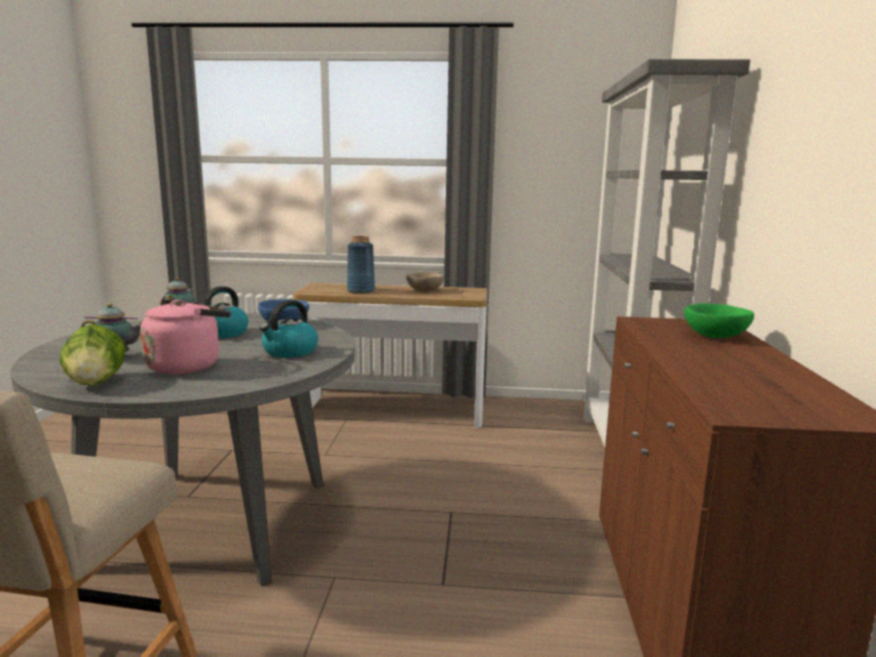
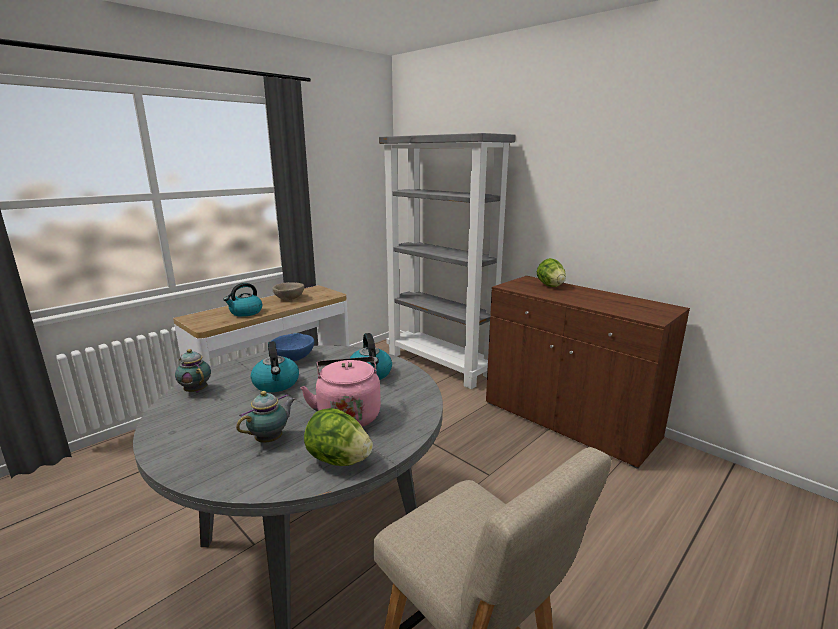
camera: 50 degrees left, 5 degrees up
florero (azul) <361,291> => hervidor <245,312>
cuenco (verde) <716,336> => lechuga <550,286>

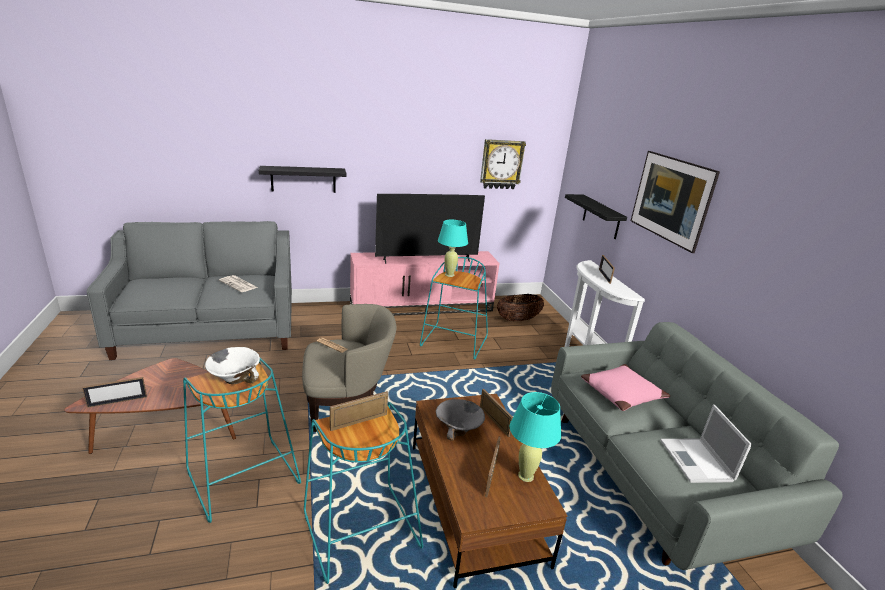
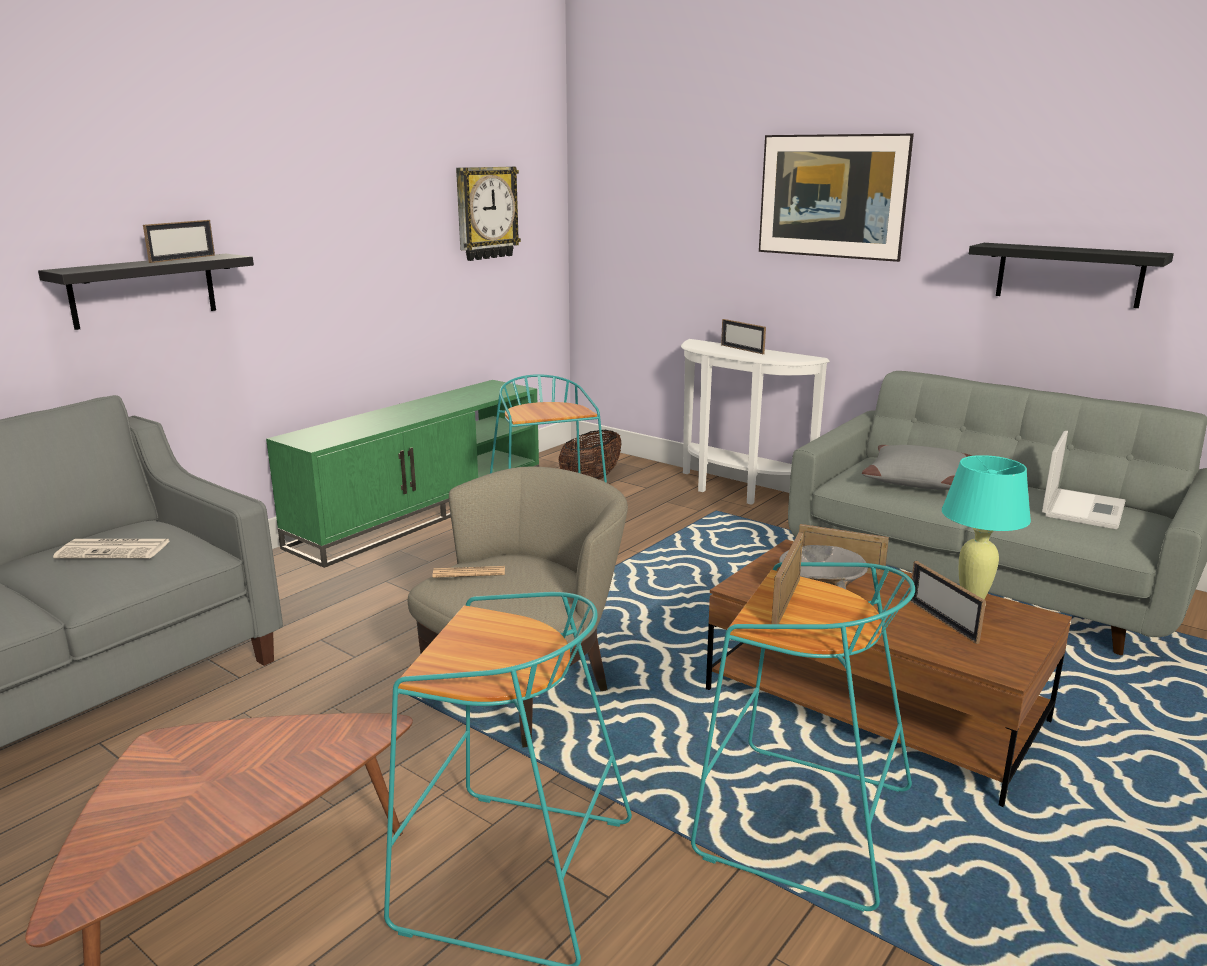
camera: 35 degrees left, 5 degrees down
portarretratos <117,401> => portarretratos <183,259>, relocated
cuenco (blanco) <235,379> => nothing
mueble de televisión (rosa) <422,306> => mueble de televisión (verde) <422,511>
televisor <427,260> => nothing
lámpara de mesa (turquesa) <449,275> => nothing
estante (negro) <601,217> => estante (negro) <1068,274>, relocated
cojín (rosa) <621,393> => cojín (gris) <915,479>
portátil <697,461> => portátil <1083,508>, 105 degrees counterclockwise

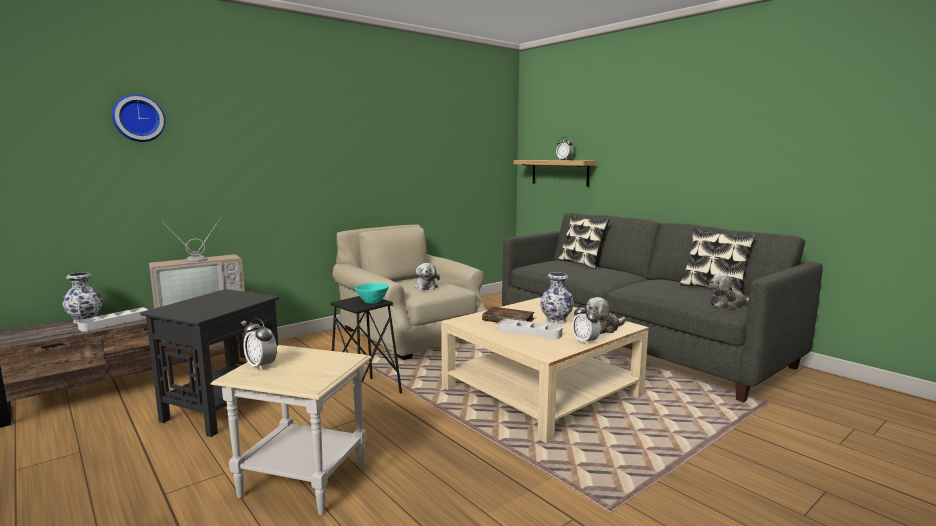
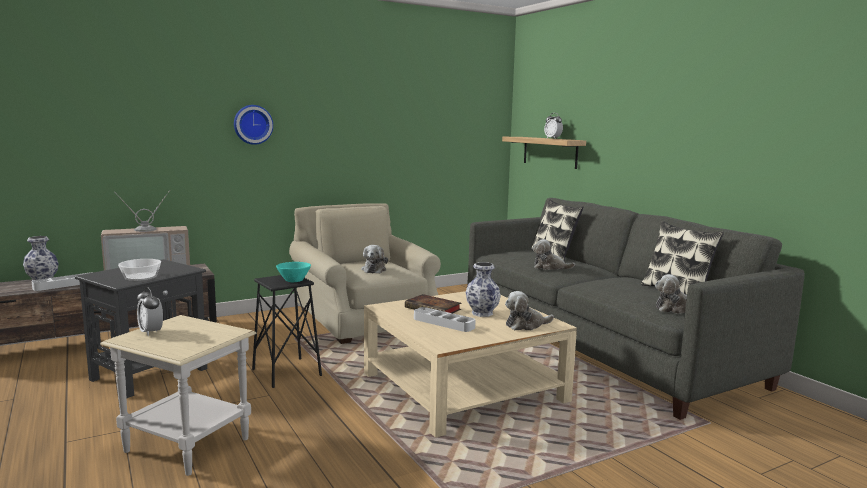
camera: 10 degrees right, 0 degrees up
reloj de pared <138,118> => reloj de pared <252,124>, relocated
despertador <585,342> => nothing
nothing => cuenco <141,276>
nothing => peluche <549,267>

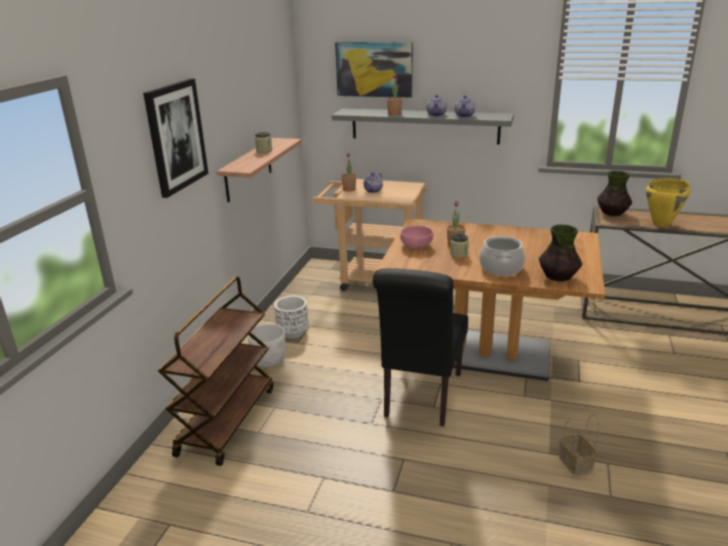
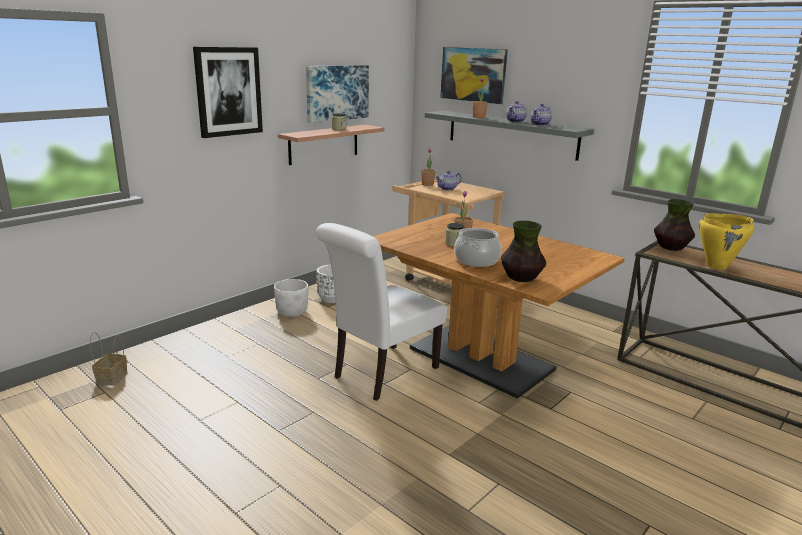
camera: 25 degrees right, 5 degrees down
carrito (marrón) <226,420> => nothing
silla (negro) <421,398> => silla (blanco) <381,374>
cuenco (rosa) <417,245> => nothing
cesta <576,463> => cesta <112,378>, relocated
nothing => cuadro <337,93>

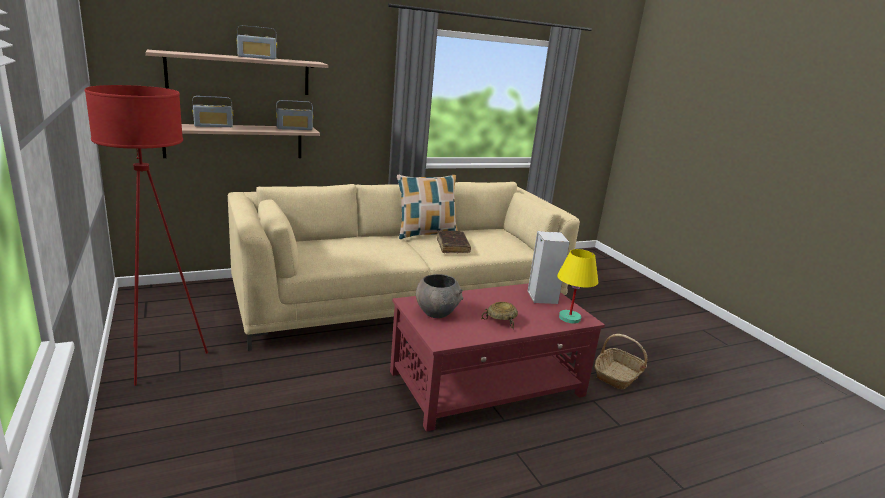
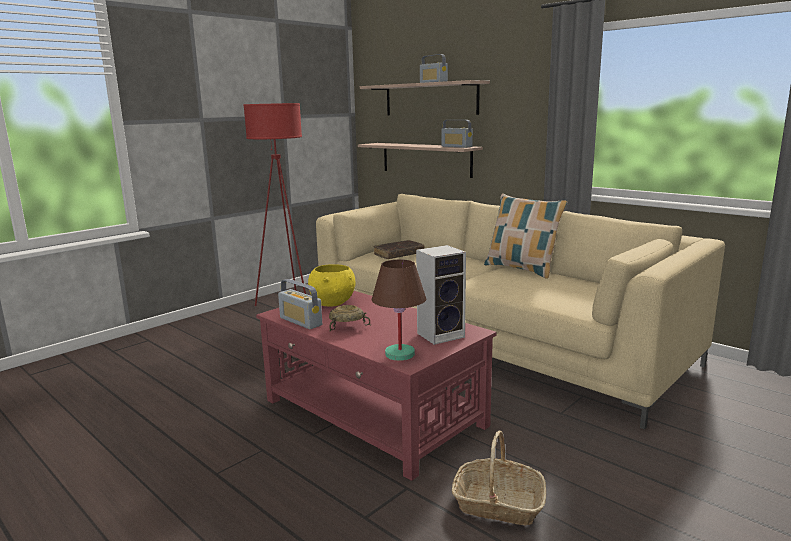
camera: 70 degrees right, 5 degrees down
radio <213,126> => radio <301,321>, relocated
cuenco (gris) <437,312> => cuenco (amarillo) <333,303>
libro (marrón) <452,246> => libro (marrón) <399,255>, relocated
lámpara de mesa (amarillo) <570,318> => lámpara de mesa (marrón) <400,354>

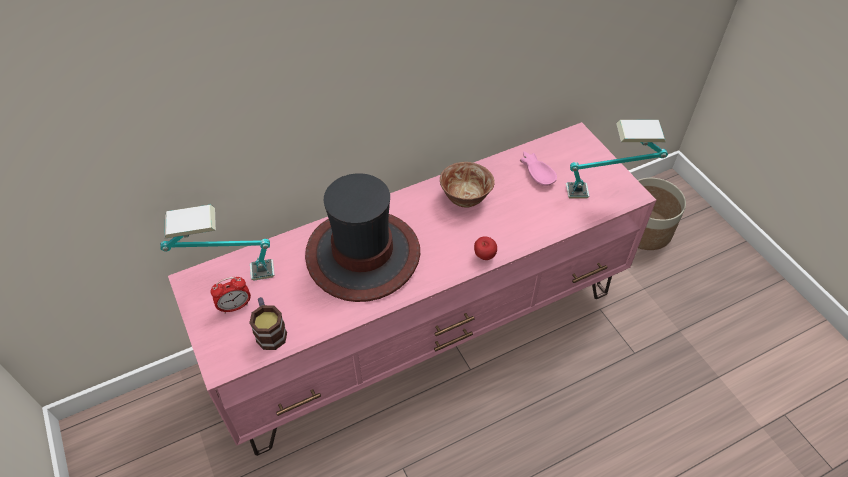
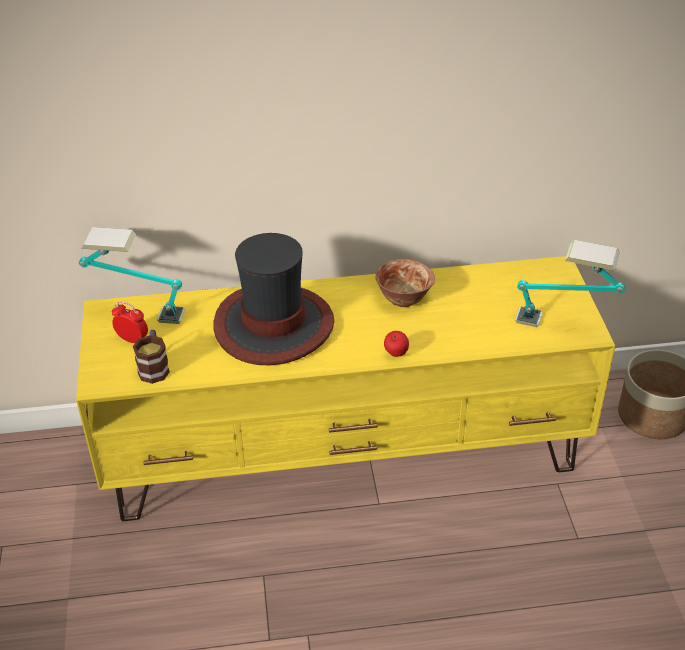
camera: 20 degrees right, 10 degrees down
mueble de televisión (rosa) <424,329> => mueble de televisión (amarillo) <346,452>
despertador <235,306> => despertador <132,339>, 150 degrees counterclockwise
cuenco (rosa) <537,171> => nothing

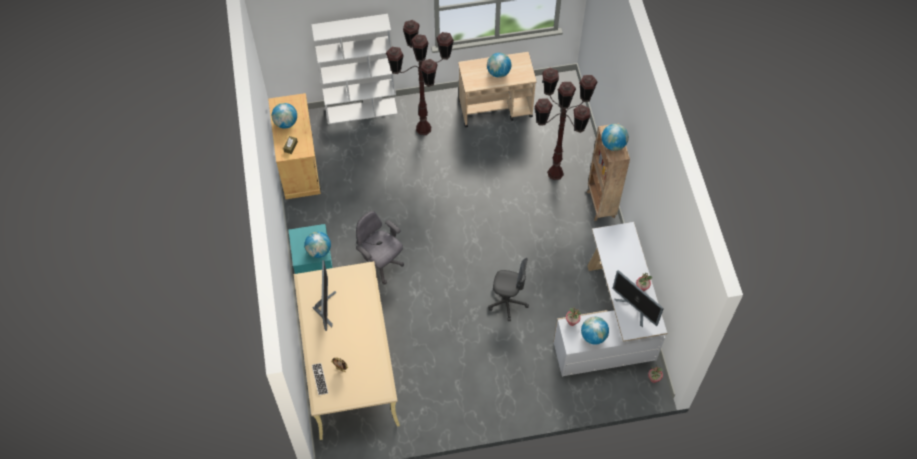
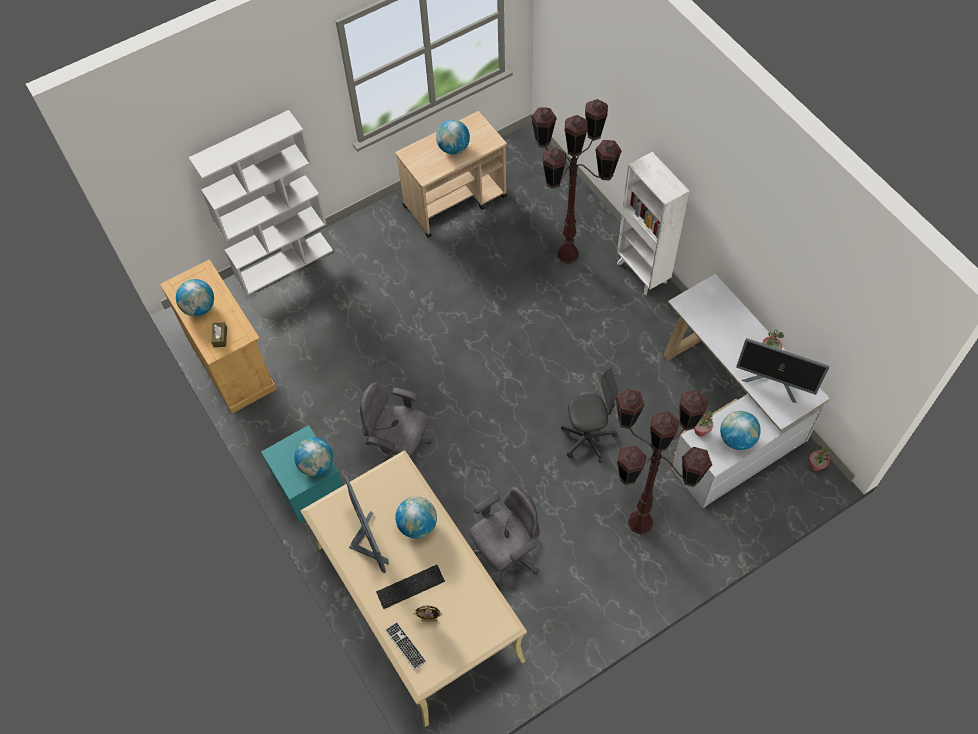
camera: 20 degrees left, 0 degrees up
lámpara de pie (marrón) <423,128> => lámpara de pie (marrón) <640,521>, relocated
estantería (marrón) <600,205> => estantería (blanco) <642,273>
globo terráqueo <613,144> => globo terráqueo <417,525>, relocated
nothing => teclado <409,586>
nothing => silla de oficina (gris) <506,555>

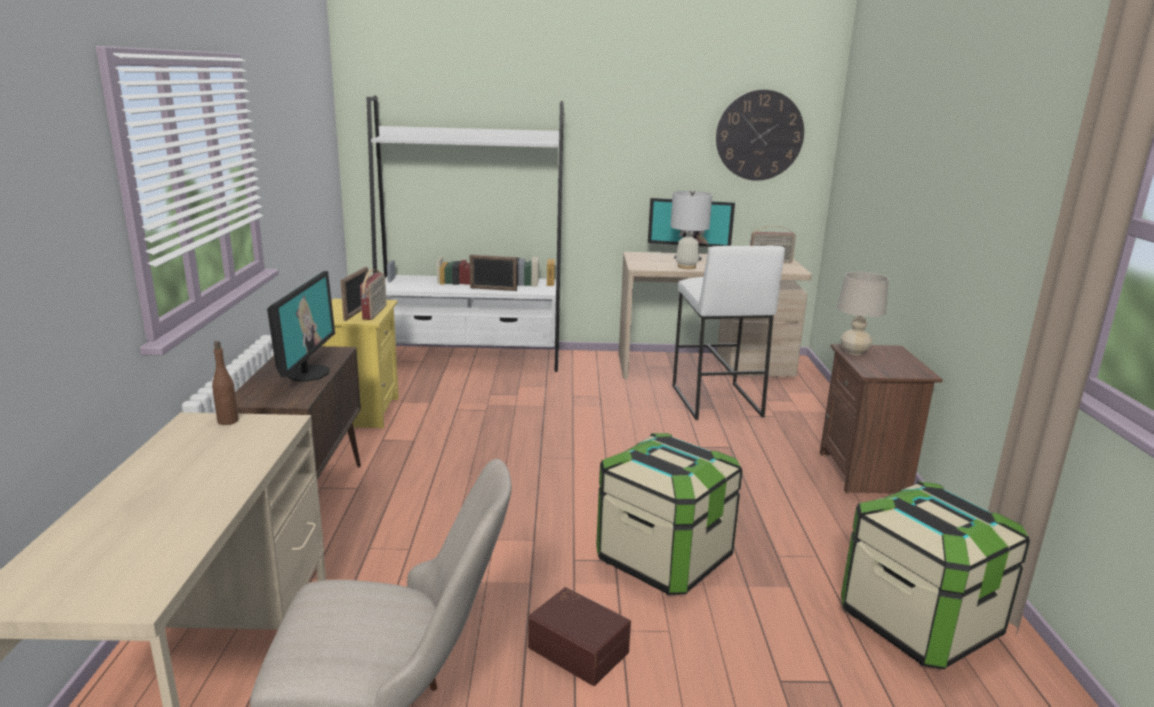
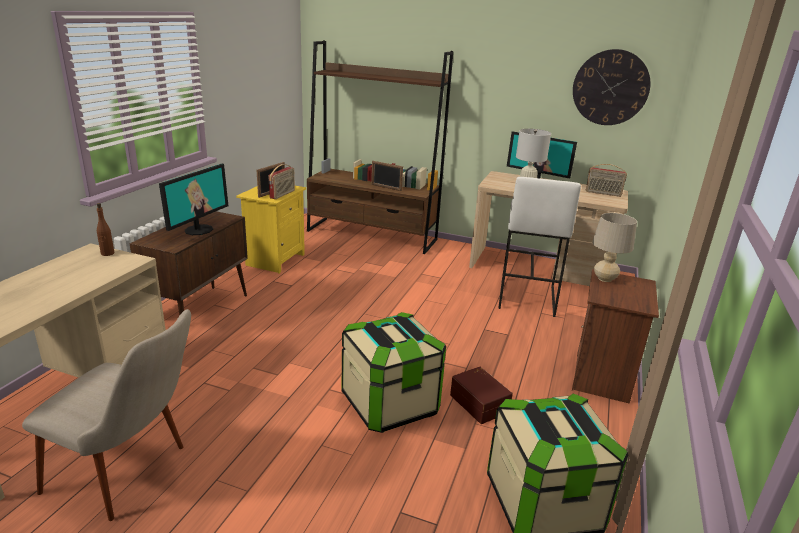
camera: 20 degrees right, 5 degrees up
estantería (blanco) <471,359> => estantería (marrón) <372,235>
caja de almacenaje (marrón) <579,648> => caja de almacenaje (marrón) <480,403>, relocated

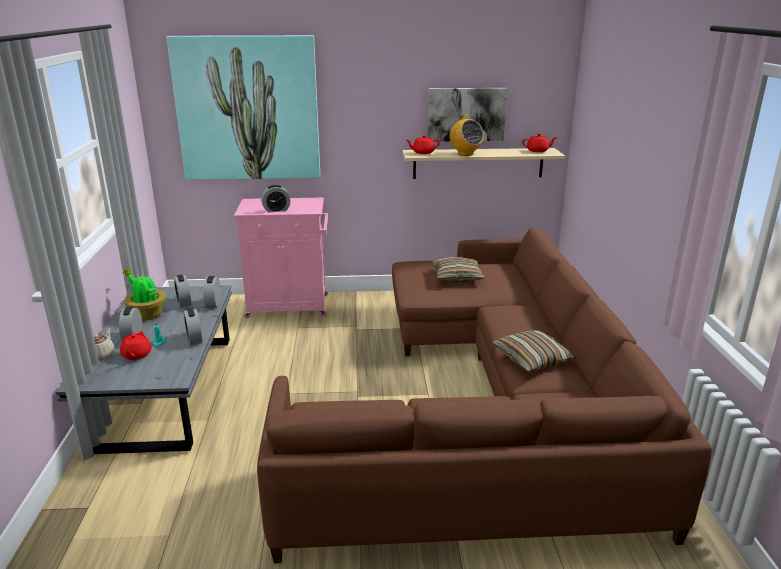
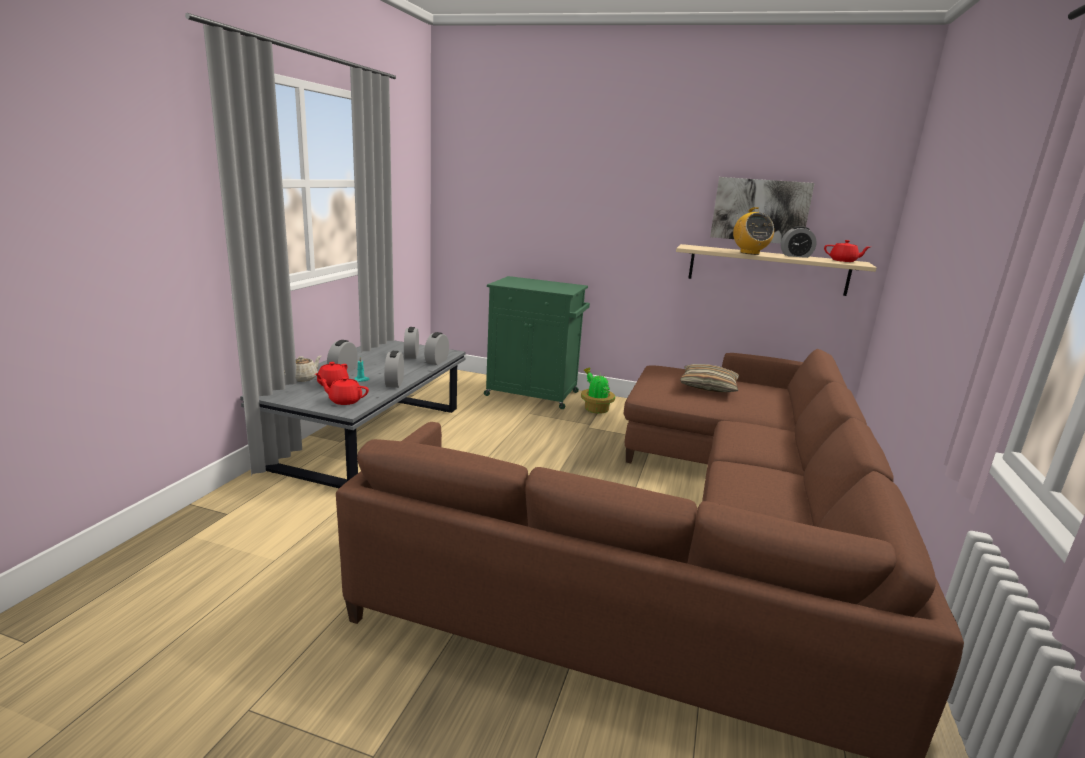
camera: 20 degrees right, 5 degrees down
planta en maceta <147,314> => planta en maceta <595,409>, relocated
cuadro <248,109> => nothing
armario (rosa) <290,306> => armario (verde) <534,394>
despertador <276,210> => despertador <795,256>, relocated
tetera (rojo) <423,152> => tetera (rojo) <345,401>, relocated
cojín <532,359> => nothing

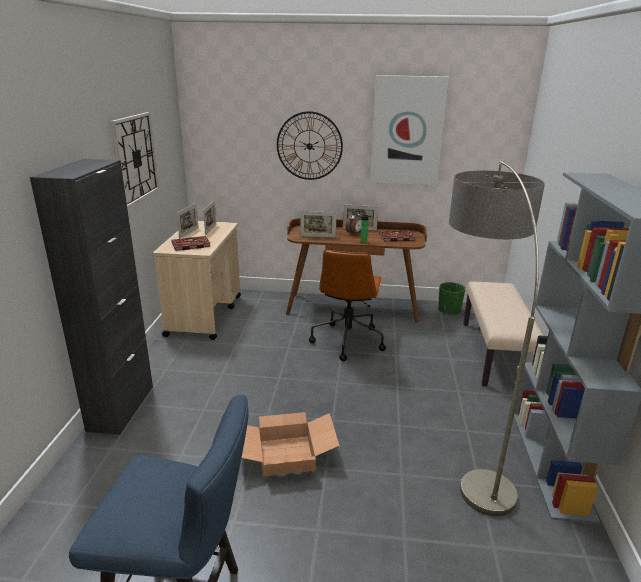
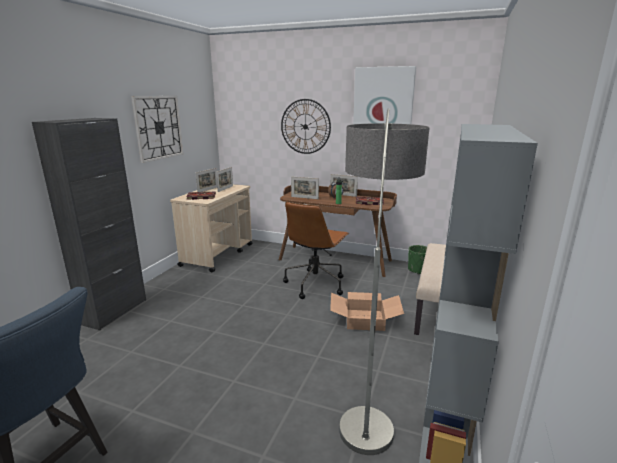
camera: 15 degrees right, 5 degrees down
caja de cartón <287,454> => caja de cartón <365,319>, relocated

